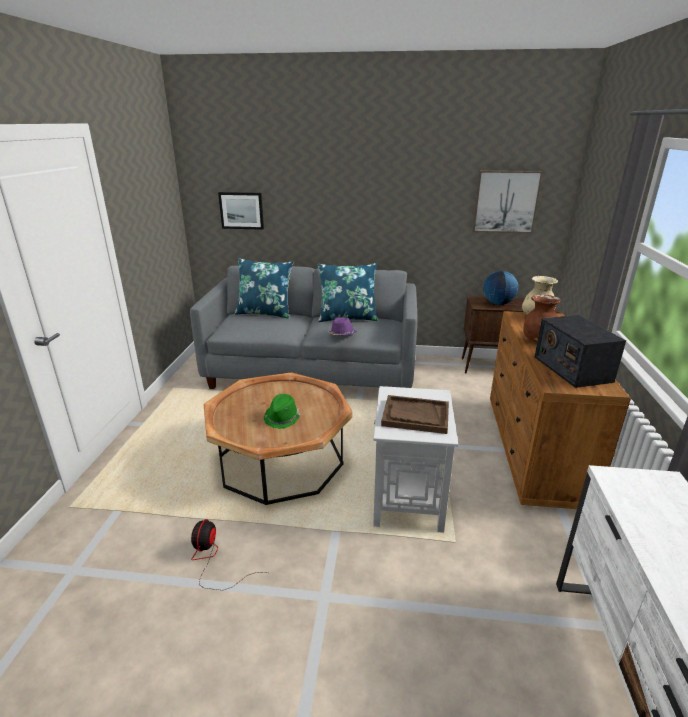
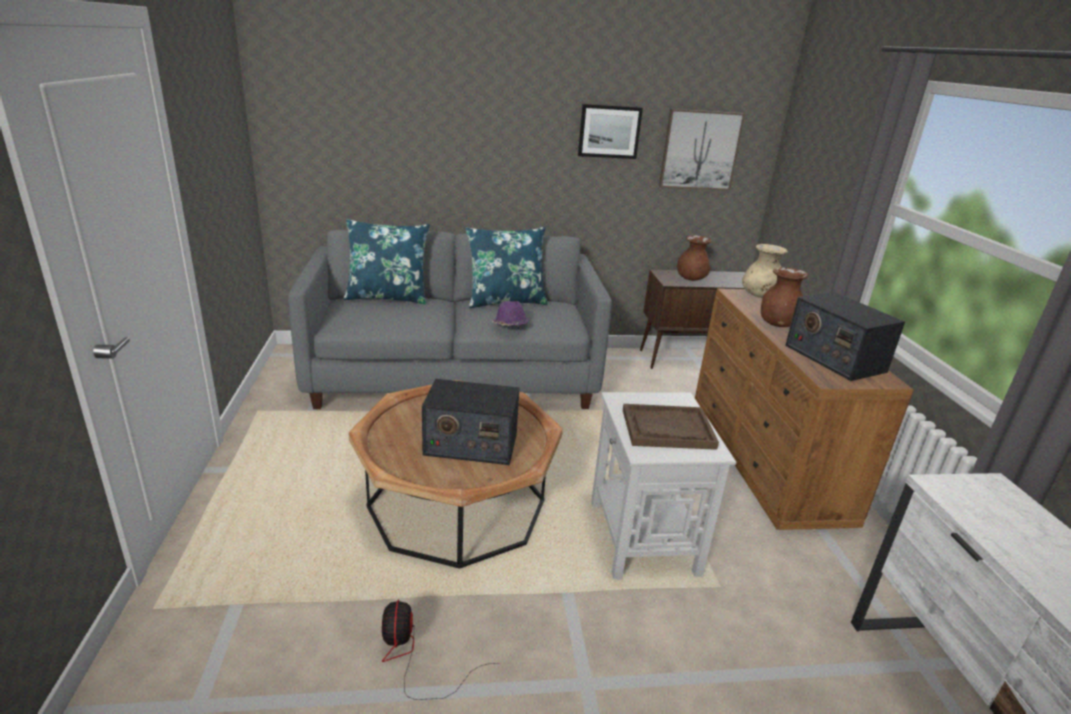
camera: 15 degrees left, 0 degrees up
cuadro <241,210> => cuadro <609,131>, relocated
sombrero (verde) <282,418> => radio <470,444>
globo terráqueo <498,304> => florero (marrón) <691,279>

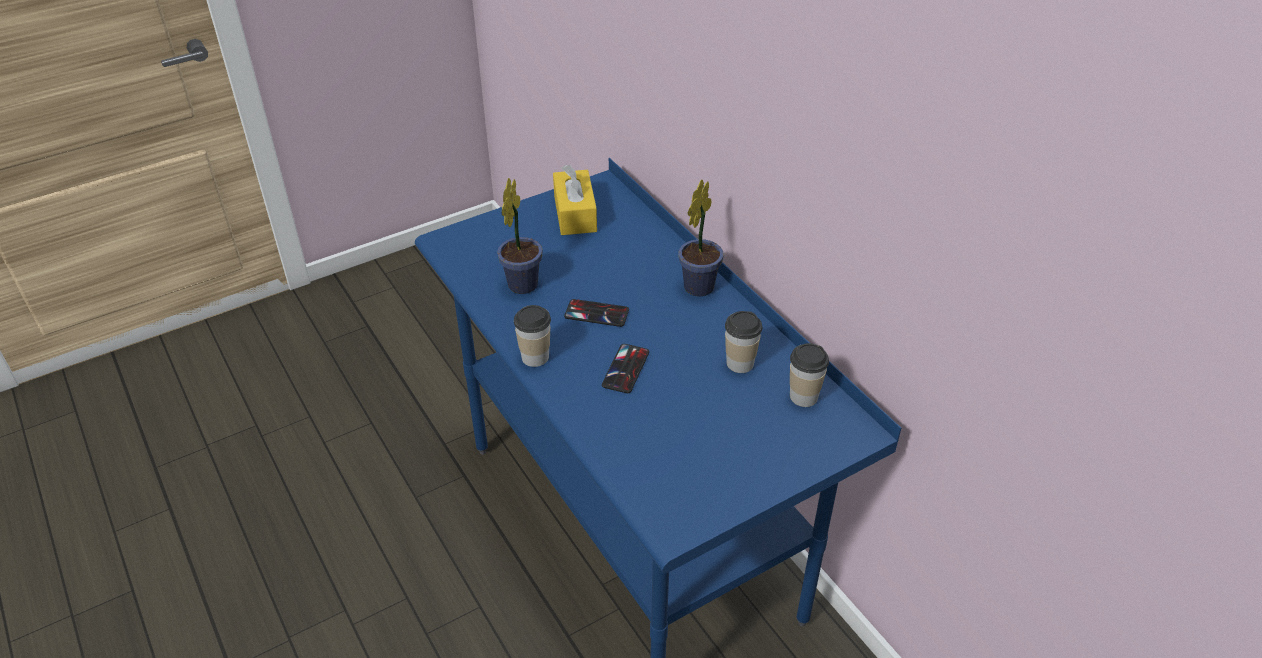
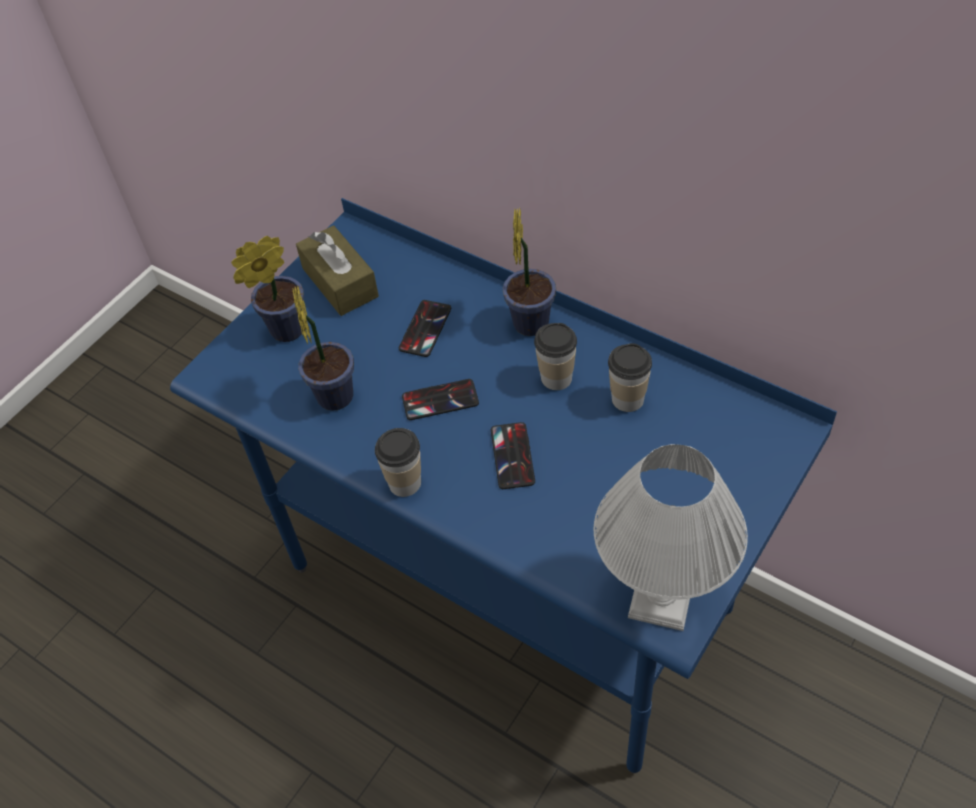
camera: 20 degrees left, 10 degrees up
caja de pañuelos (amarillo) <575,214> => caja de pañuelos (marrón) <340,282>
taza <803,396> => taza <556,378>, relocated
nothing => planta en maceta <283,331>
nothing => móvil <425,329>
nothing => lámpara de mesa (blanco) <662,599>

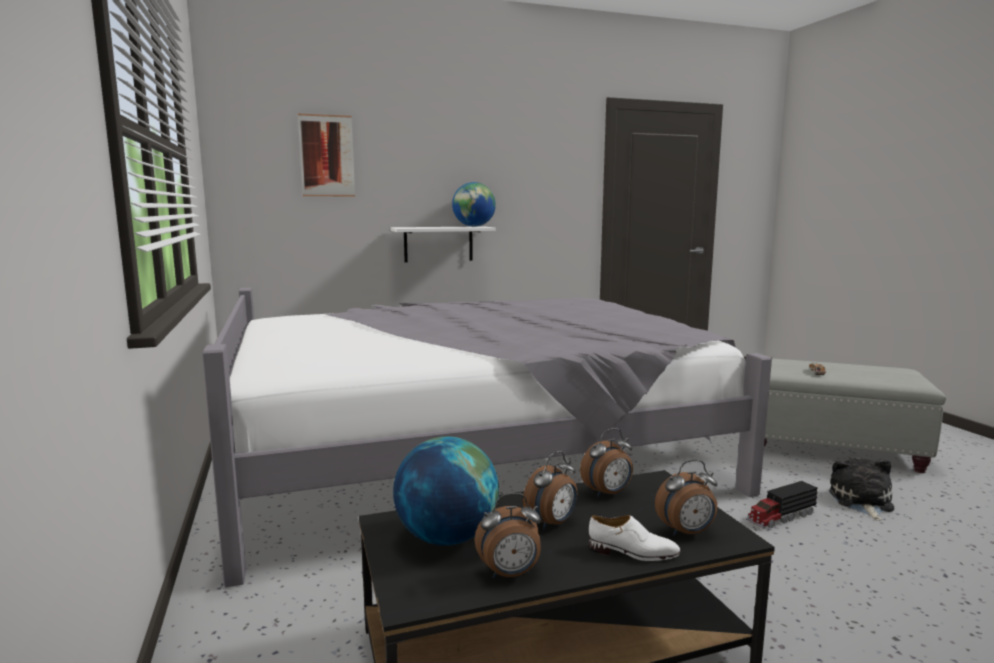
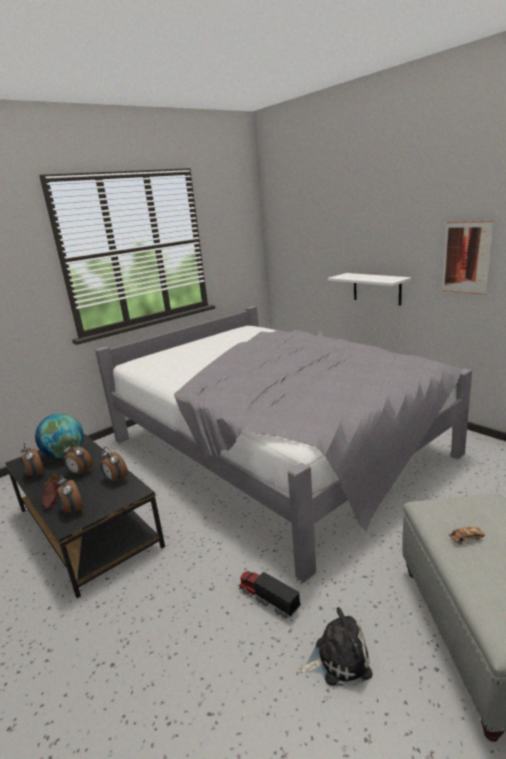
camera: 70 degrees right, 10 degrees up
cuadro <327,156> => cuadro <466,257>, relocated
globo terráqueo <474,226> => nothing
zapato (blanco) <633,552> => zapato (marrón) <52,498>

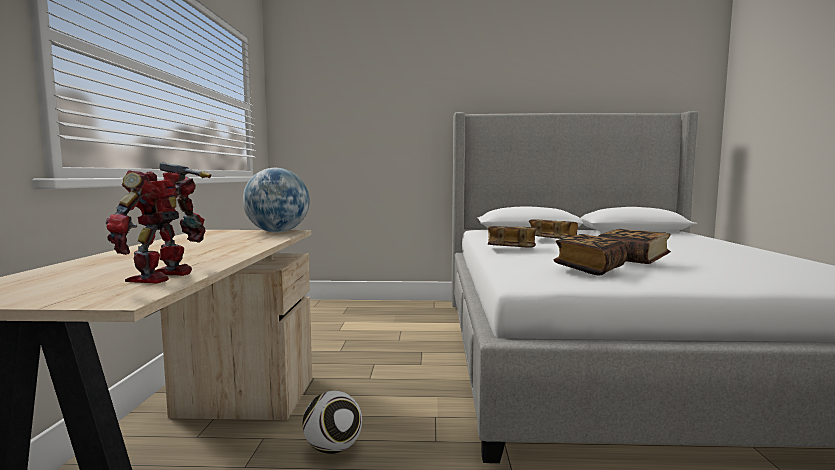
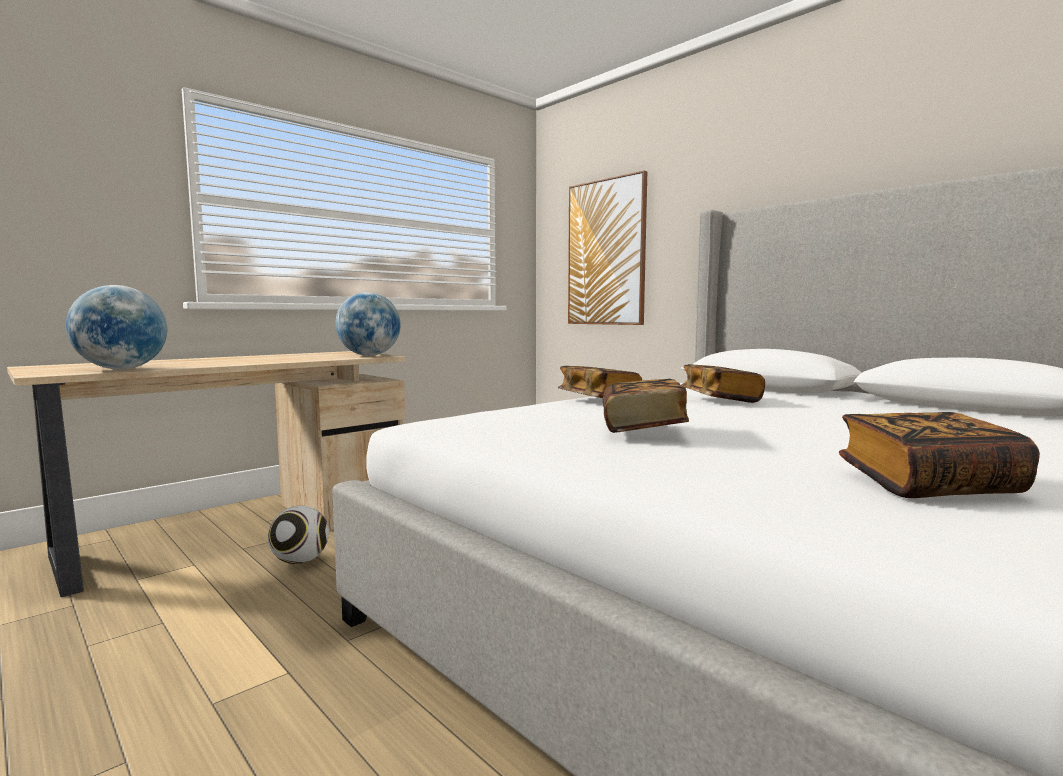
camera: 45 degrees right, 0 degrees up
robot de juguete <164,277> => globo terráqueo <122,369>
libro <590,269> => libro <927,485>, relocated
nothing => cuadro <606,253>

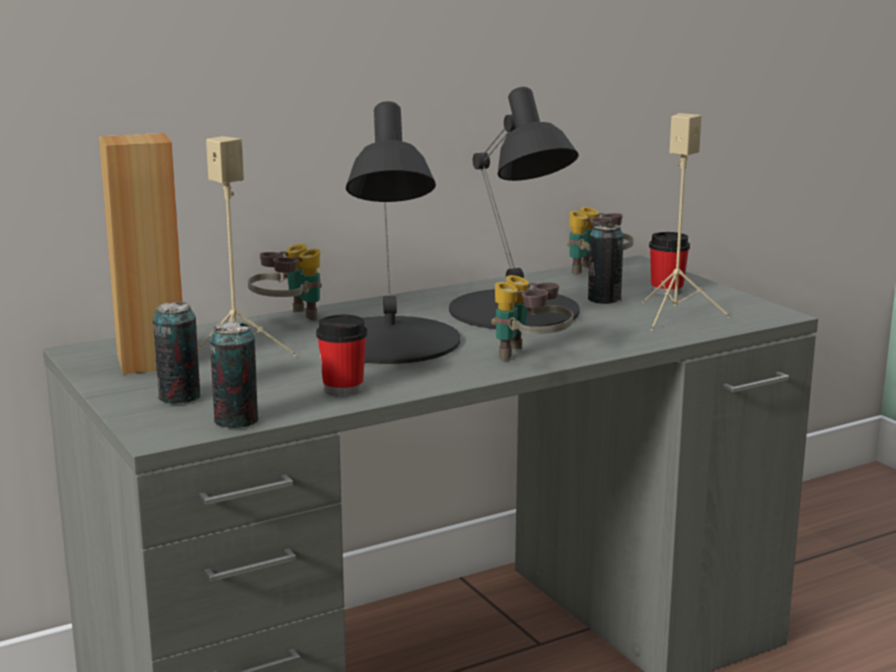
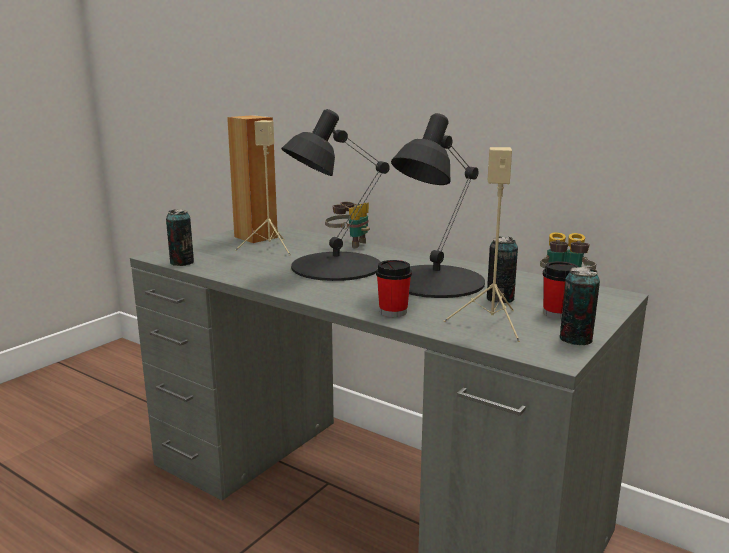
camera: 65 degrees right, 0 degrees up
lata <179,397> => lata <576,339>, relocated
taza <343,388> => taza <393,312>, relocated
prismáticos <529,357> => nothing

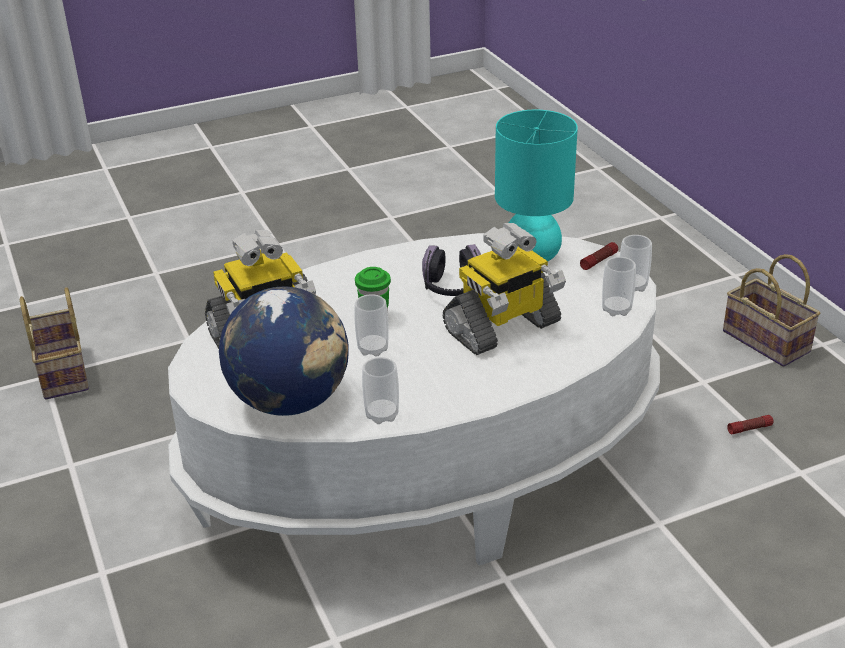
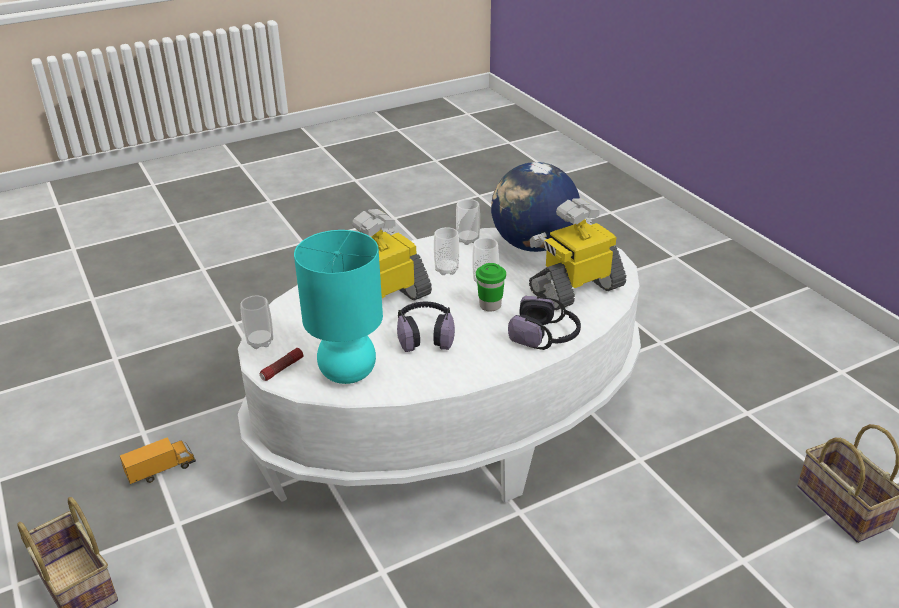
camera: 175 degrees right, 0 degrees up
taza <616,309> => taza <446,270>, relocated
linterna <749,429> => camión de juguete <161,471>
nothing => auriculares <545,336>

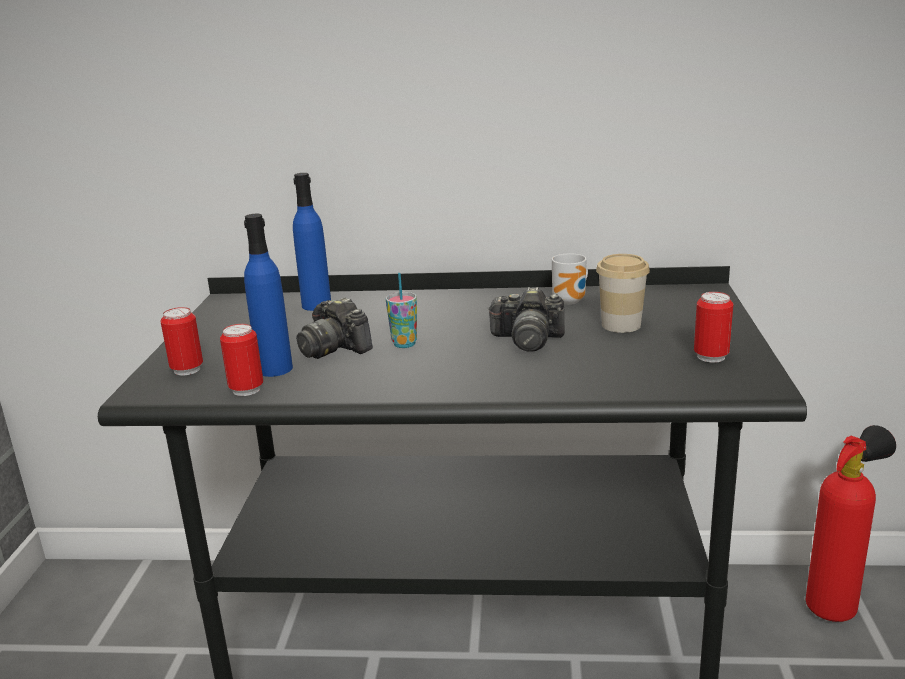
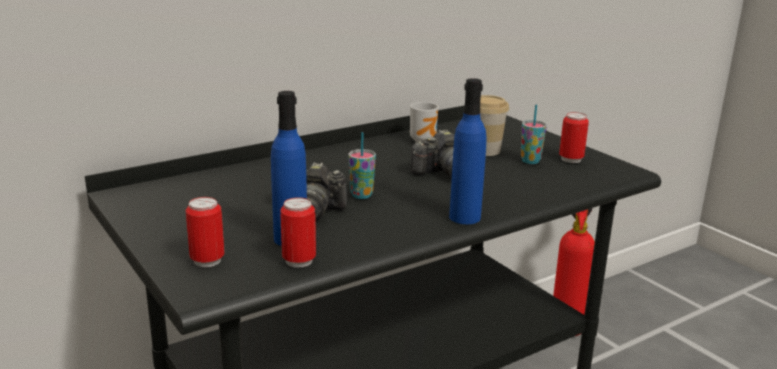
camera: 40 degrees left, 0 degrees up
botella (azul) <316,305> => botella (azul) <465,217>, relocated
nothing => taza <530,161>

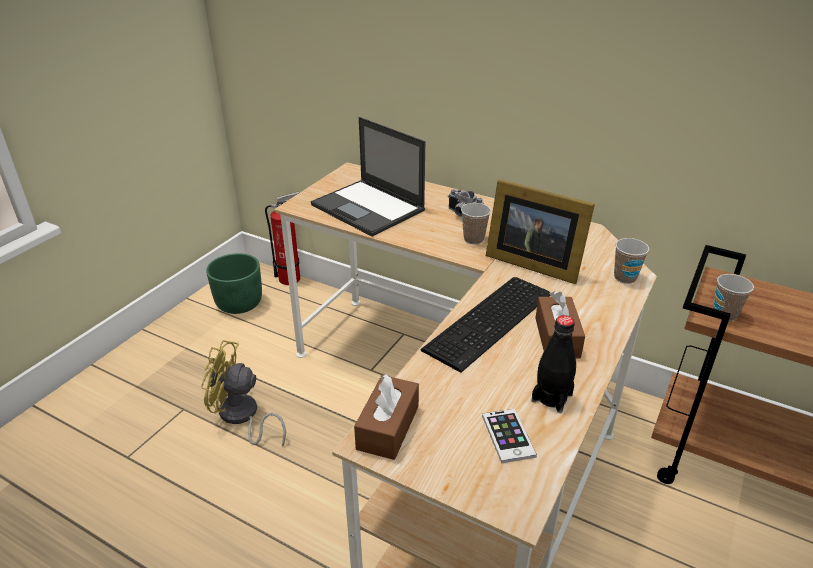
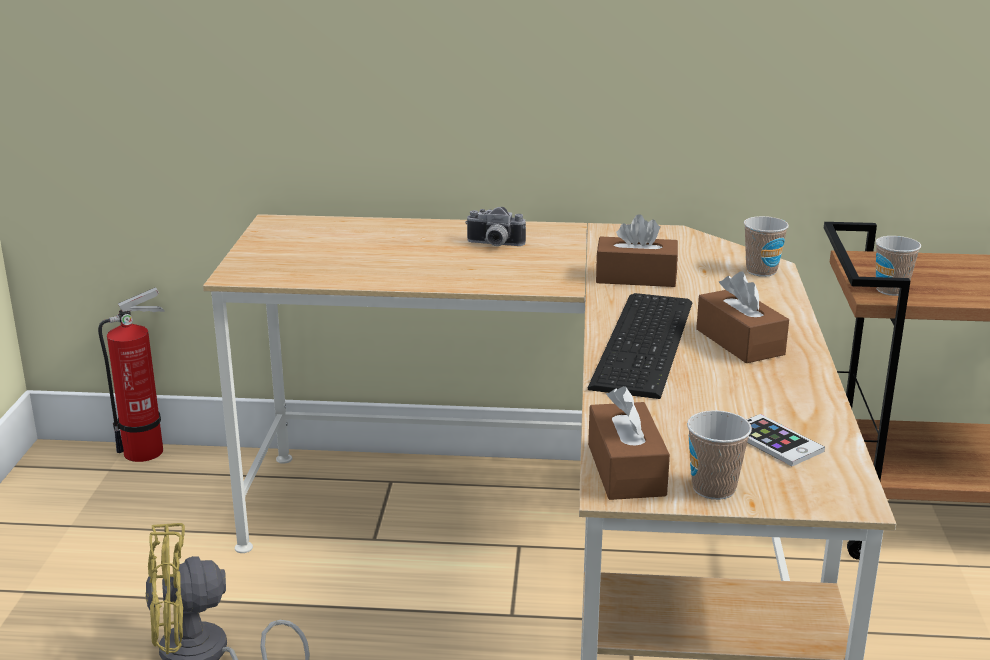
camera: 25 degrees left, 10 degrees down
maceta (verde) <239,304> => nothing
portátil <369,208> => nothing
taza <473,239> => taza <713,488>, relocated
portarretratos <531,262> => caja de pañuelos (marrón) <636,277>
botella (negro) <551,397> => nothing

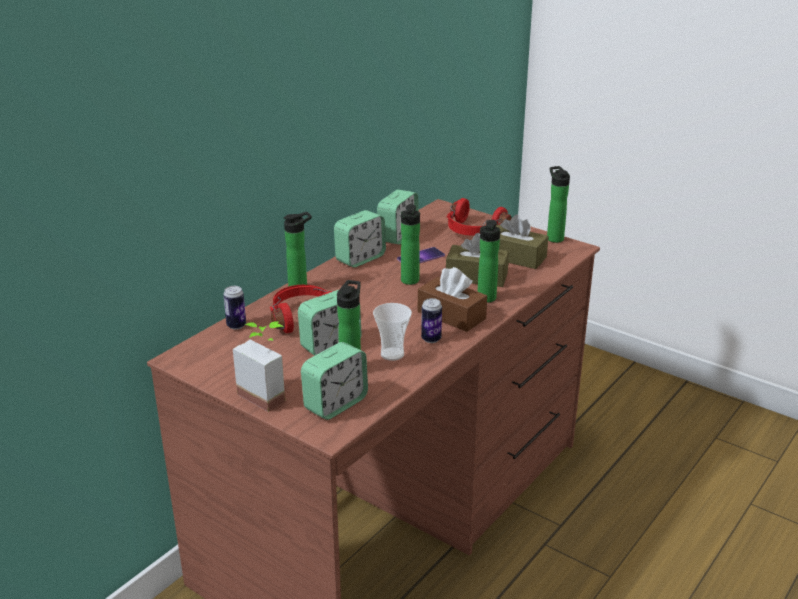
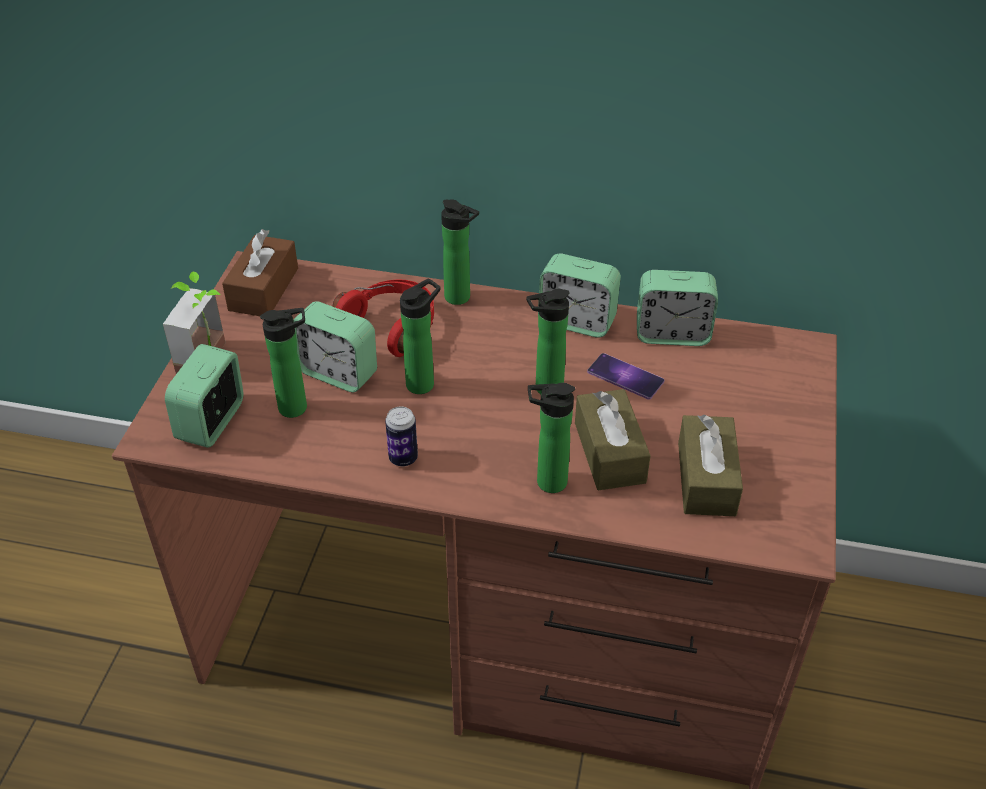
camera: 65 degrees right, 15 degrees up
lata <236,325> => nothing
despertador <335,404> => despertador <212,422>, 90 degrees clockwise
taza <392,354> => nothing
caja de pañuelos (marrón) <451,315> => caja de pañuelos (marrón) <263,289>, relocated
auriculares (rojo) <473,231> => nothing
botella <554,238> => botella <423,382>, relocated

